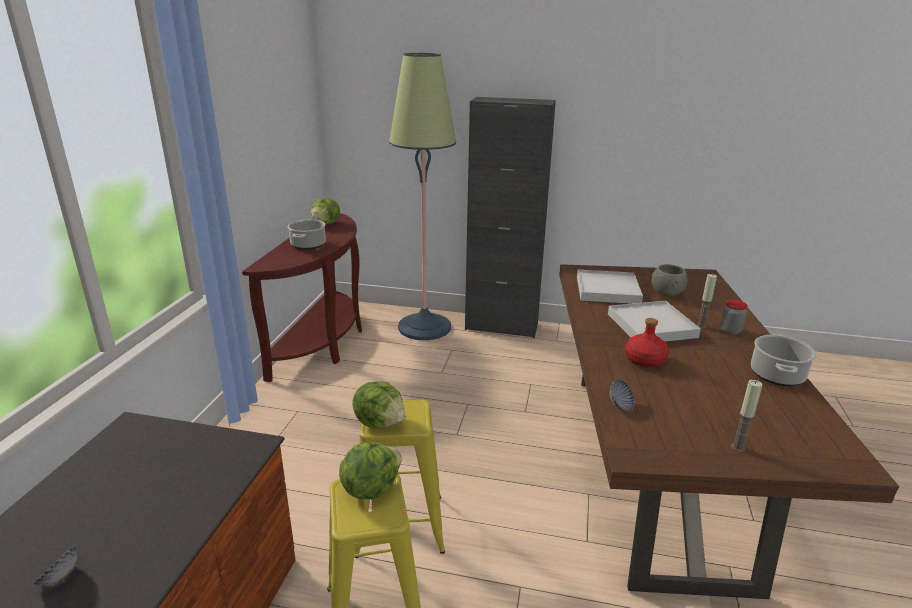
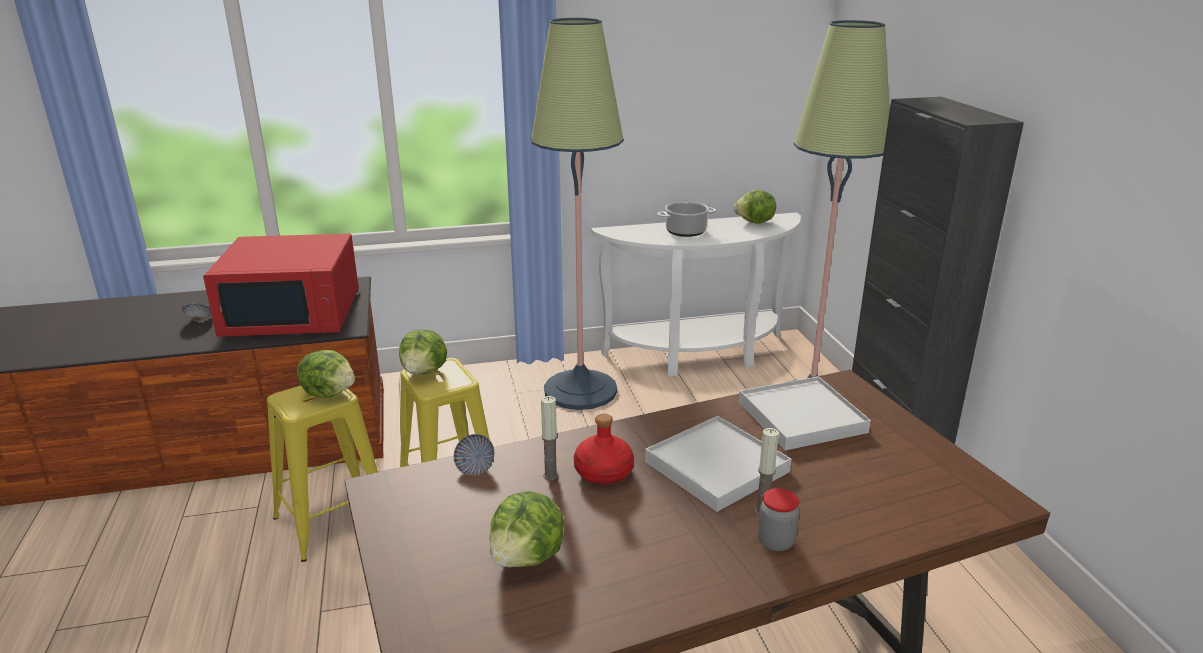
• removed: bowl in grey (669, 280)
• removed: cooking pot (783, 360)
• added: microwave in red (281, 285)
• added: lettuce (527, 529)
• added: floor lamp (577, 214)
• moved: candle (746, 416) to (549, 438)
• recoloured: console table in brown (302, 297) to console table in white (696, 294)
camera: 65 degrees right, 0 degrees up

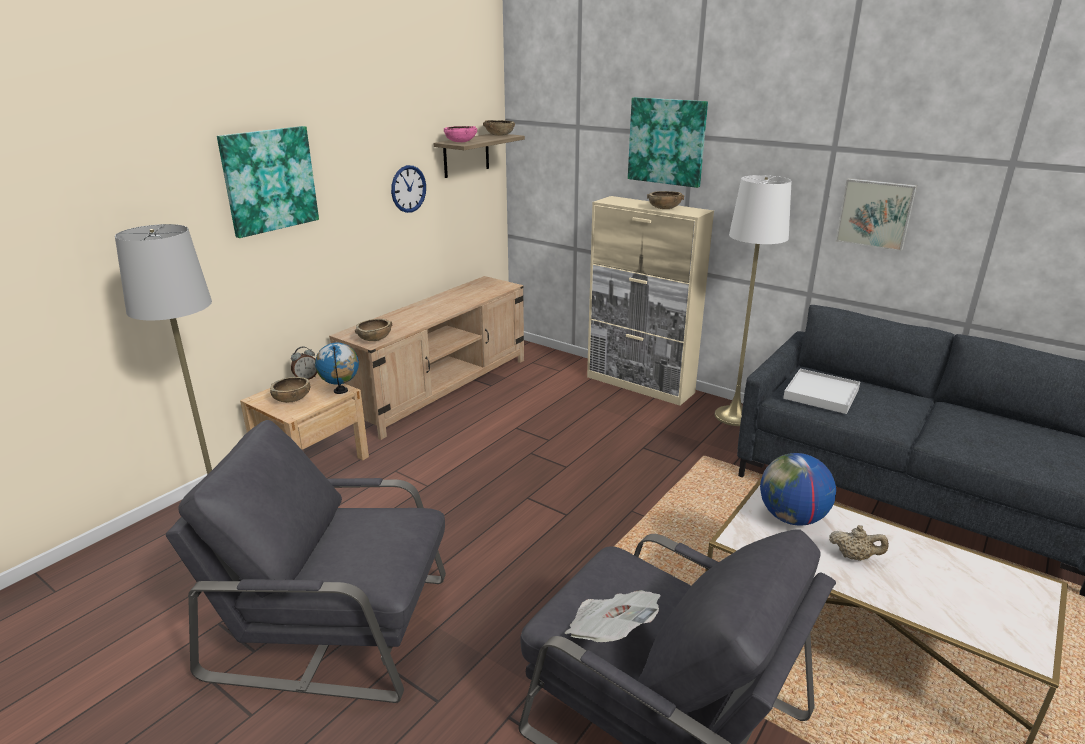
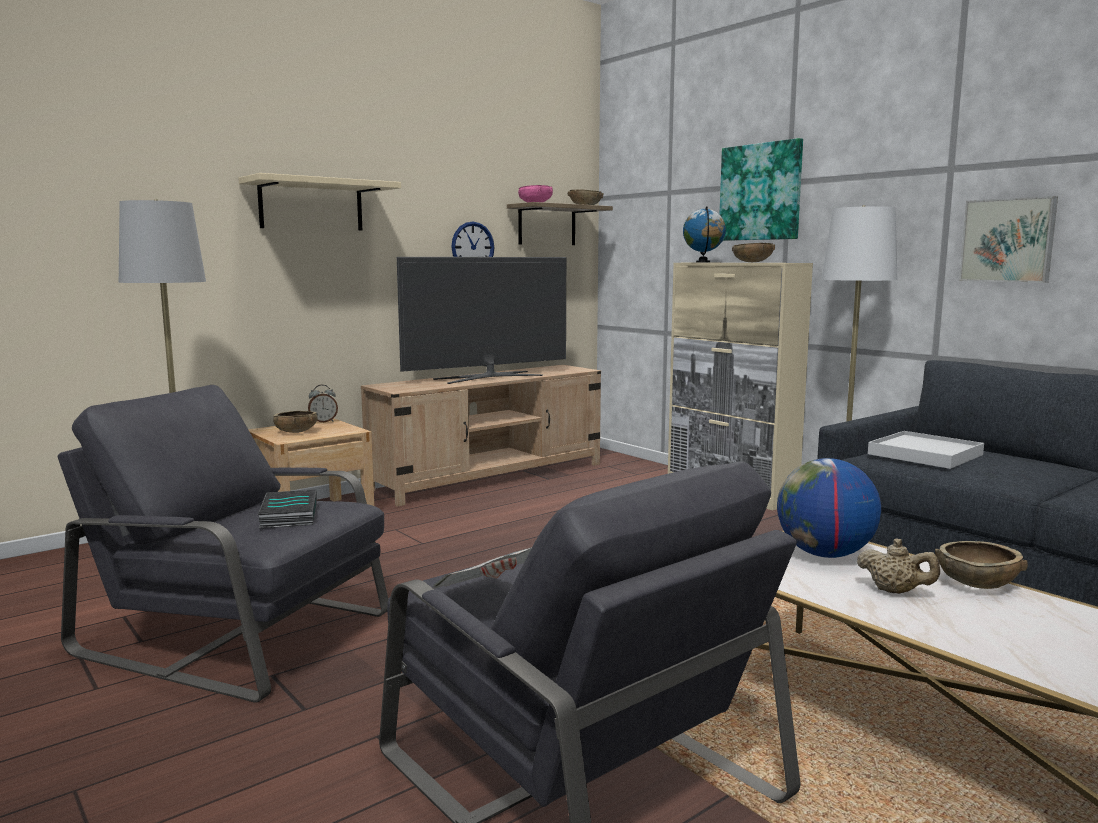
• added: book (287, 509)
• added: television (481, 320)
• moved: globe (337, 368) to (704, 234)
• moved: bowl in brown (374, 330) to (981, 565)
• replaced: picture (268, 182) to shelf in beige (320, 202)
camera: 15 degrees right, 15 degrees down

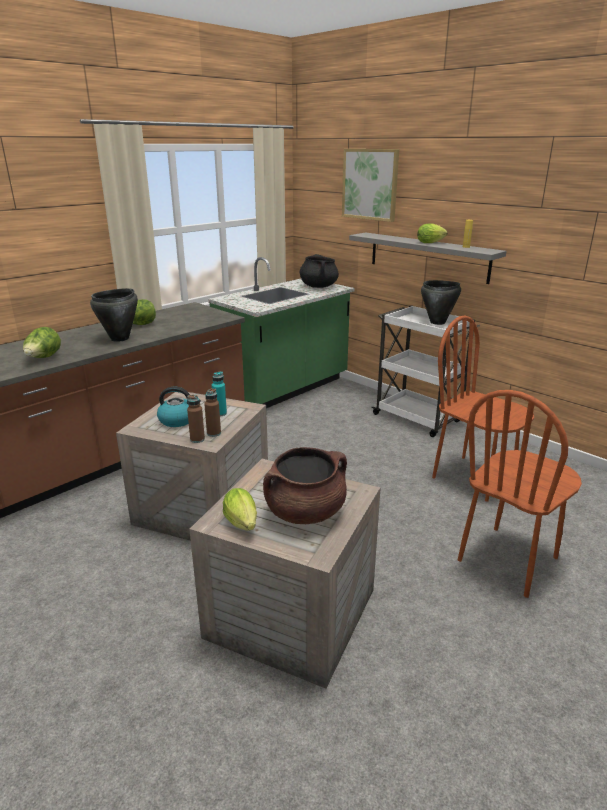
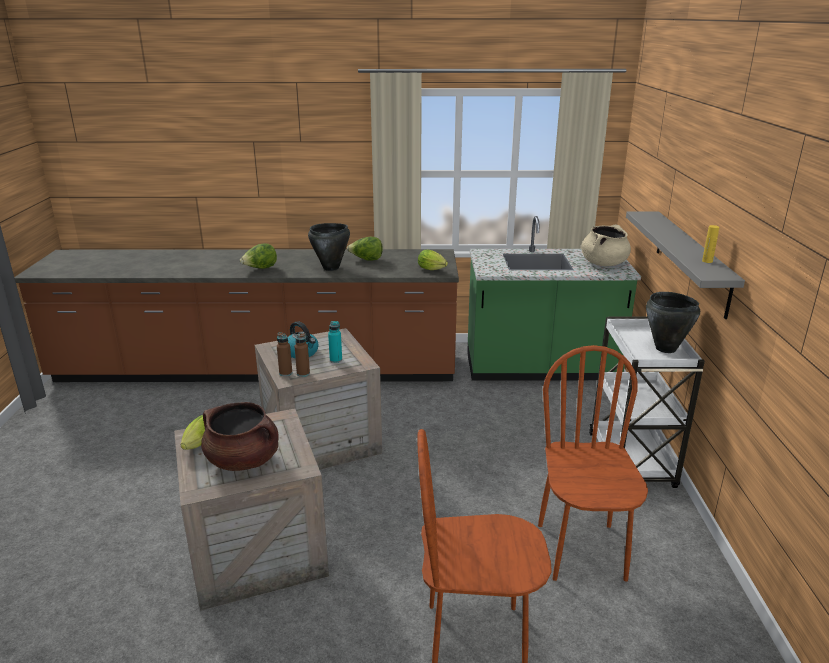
• removed: picture (370, 185)
• moved: lettuce (432, 233) to (433, 260)
• recoloured: cooking pot in black (319, 271) to cooking pot in beige (606, 245)
camera: 45 degrees right, 0 degrees up

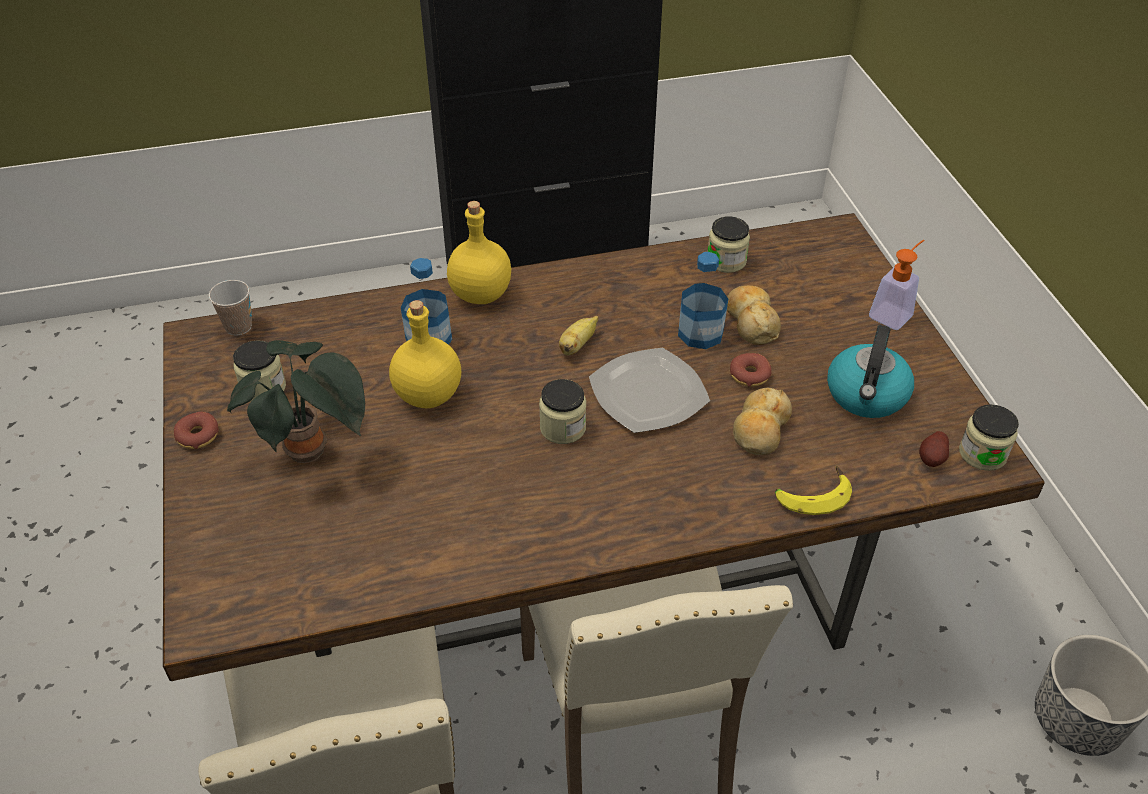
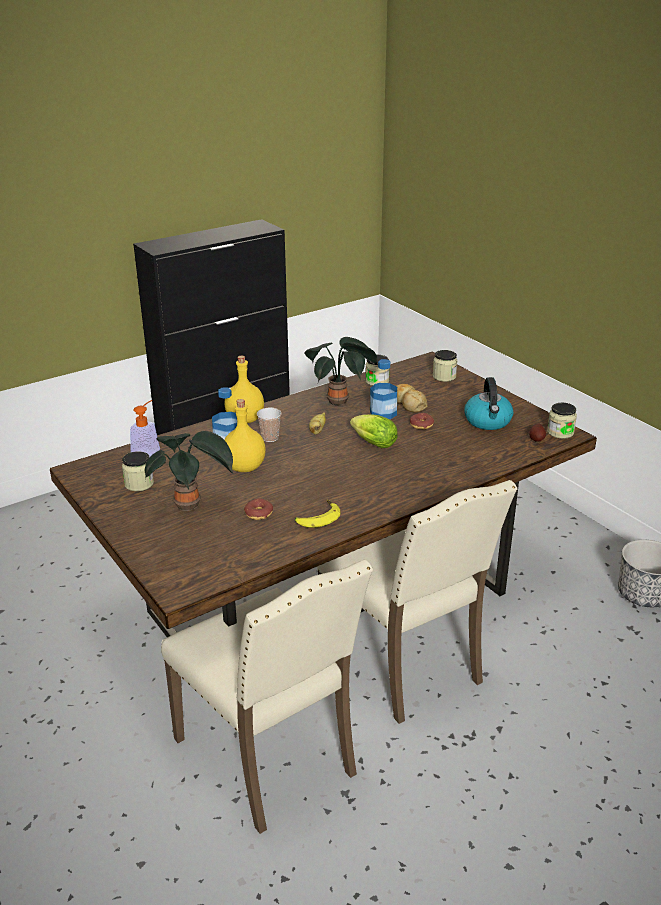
• removed: bread (762, 421)
• added: potted plant (341, 371)
• moved: donut (196, 430) to (258, 509)
• moved: cup (230, 307) to (269, 425)
• moved: jar (562, 411) to (445, 366)
• moved: banana (813, 490) to (317, 514)
• moved: soap dispenser (896, 285) to (145, 428)
• replaced: plate (649, 390) to lettuce (374, 431)
camera: 20 degrees left, 15 degrees down

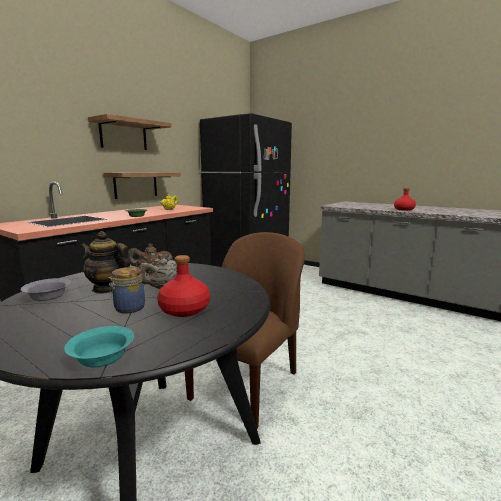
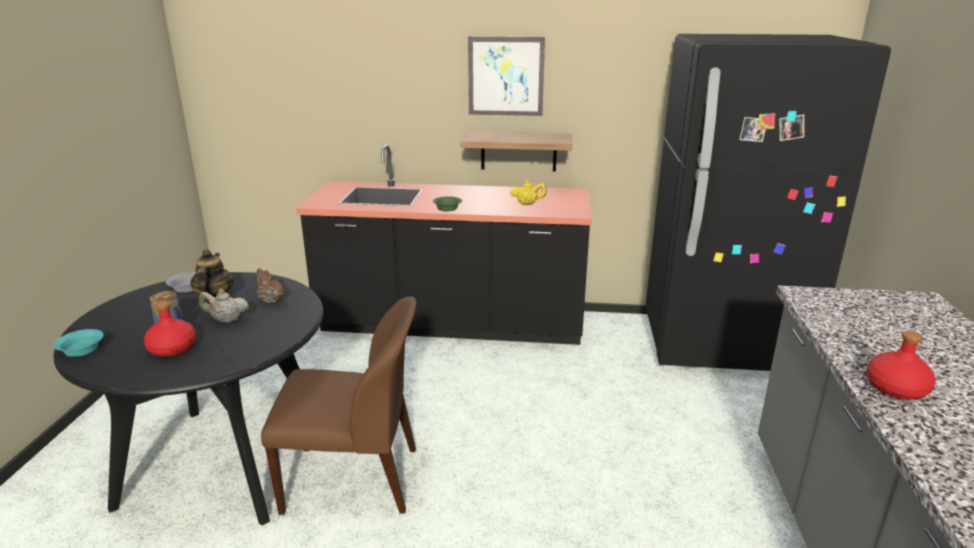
• replaced: shelf (130, 132) to picture (506, 76)
camera: 60 degrees right, 10 degrees up

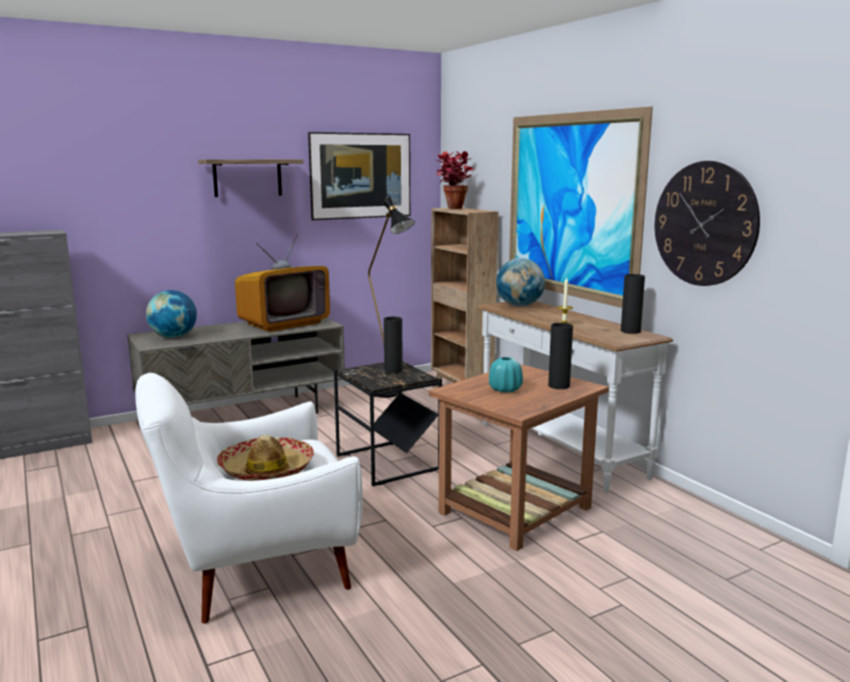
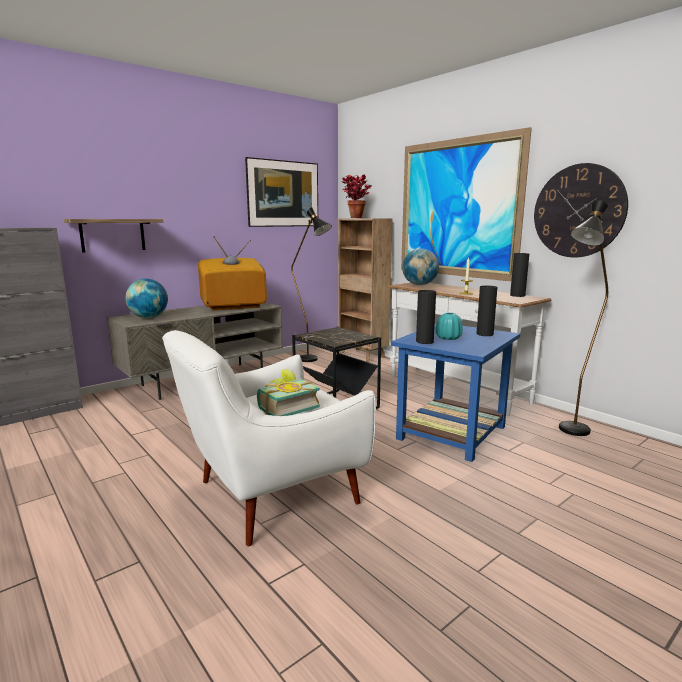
• added: floor lamp in black (583, 318)
• moved: shelf (250, 178) to (113, 236)
• moved: vase in black (393, 345) to (426, 317)
• replaced: hat (265, 458) to book (288, 392)
• recoloured: side table in brown (519, 457) to side table in blue (455, 393)
• turned: television (282, 283) = (232, 273) 150 degrees counterclockwise
camera: 10 degrees left, 0 degrees up

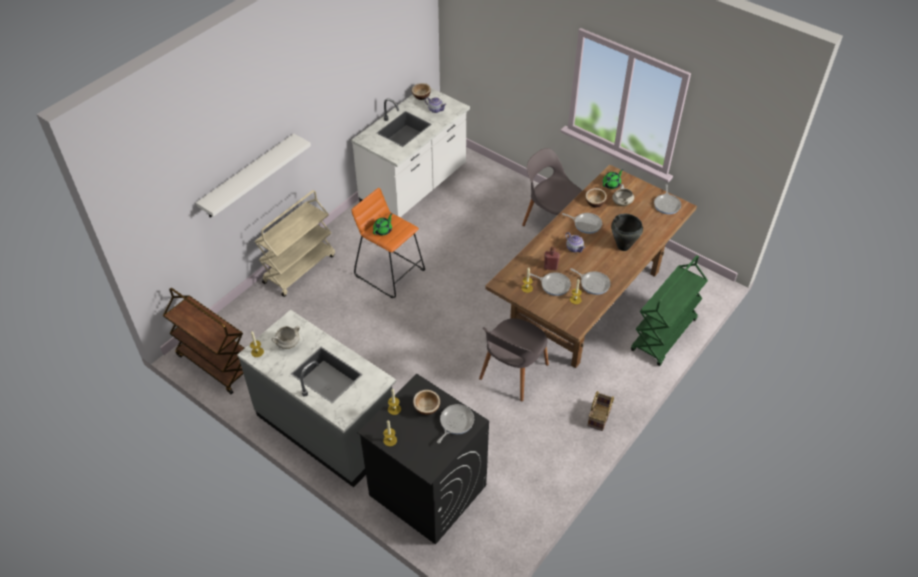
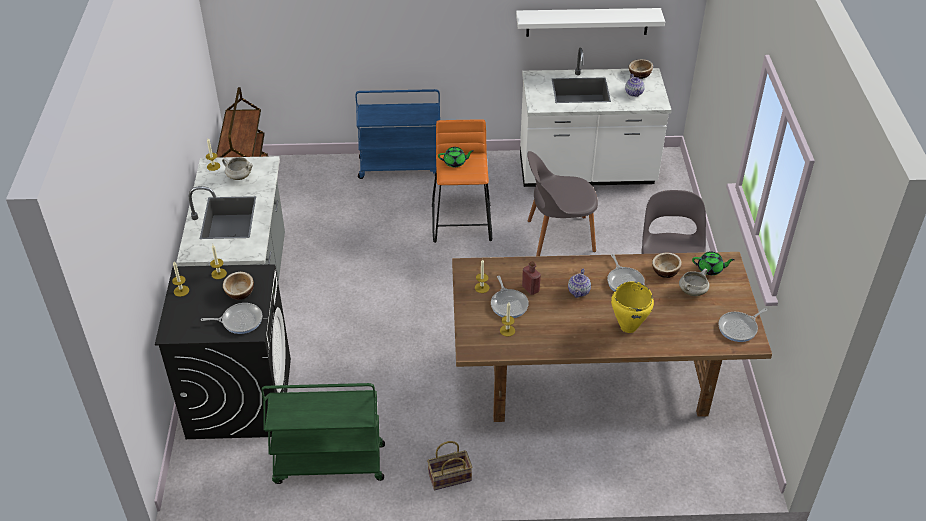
• removed: frying pan (590, 281)
• moved: shelf in white (253, 175) to (590, 22)
• moved: chair in grey (514, 359) to (562, 203)
• moved: cart in green (669, 310) to (323, 433)
• recoloured: cart in beige (295, 243) to cart in blue (398, 134)
• recoloured: cooking pot in black (627, 232) to cooking pot in yellow (632, 307)
camera: 50 degrees right, 5 degrees down

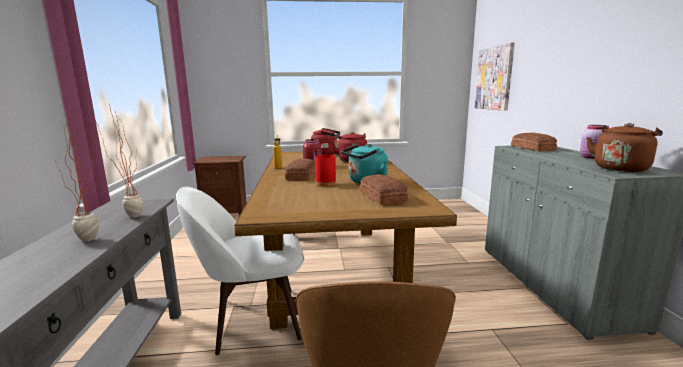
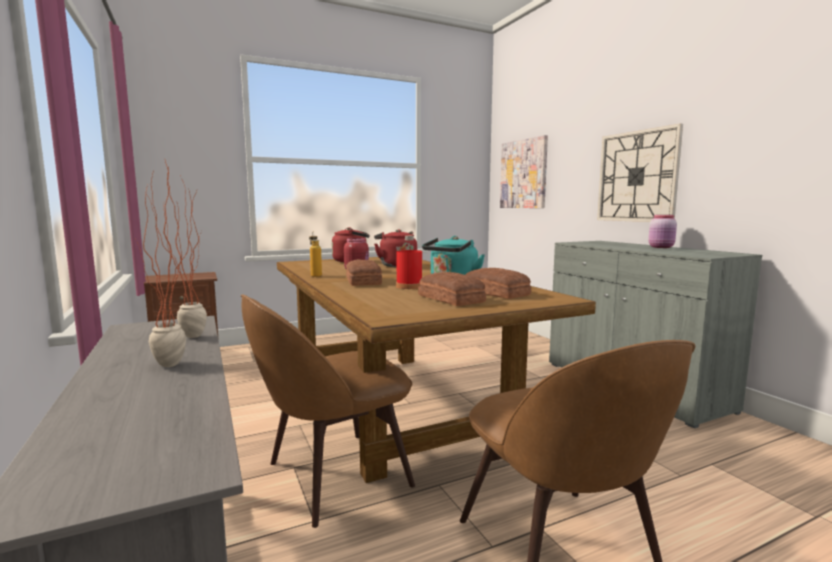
• removed: kettle in brown (624, 147)
• added: wall clock (640, 173)
• moved: bread (534, 142) to (452, 289)
• recoloured: chair in white (240, 271) to chair in brown (328, 411)
camera: 20 degrees left, 5 degrees down

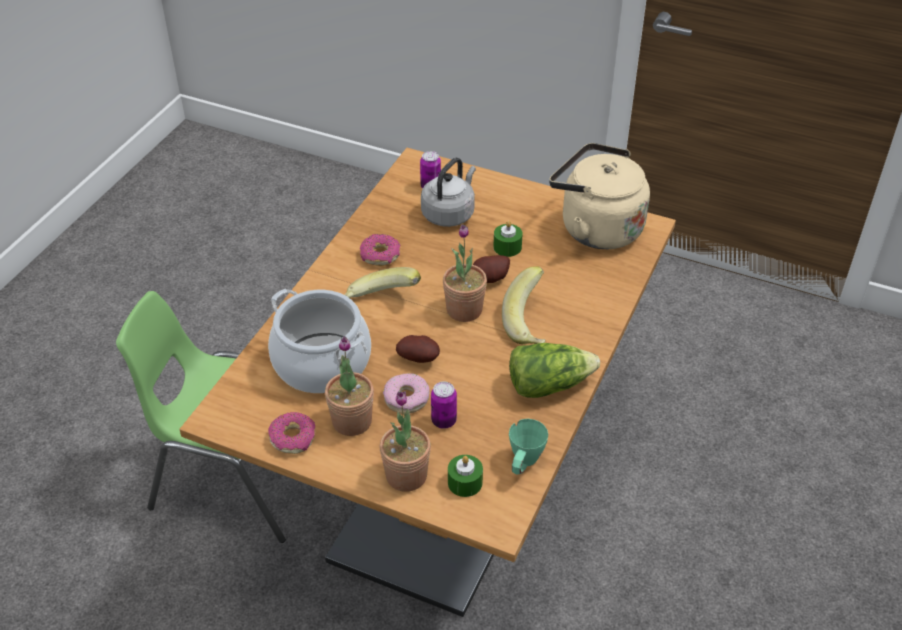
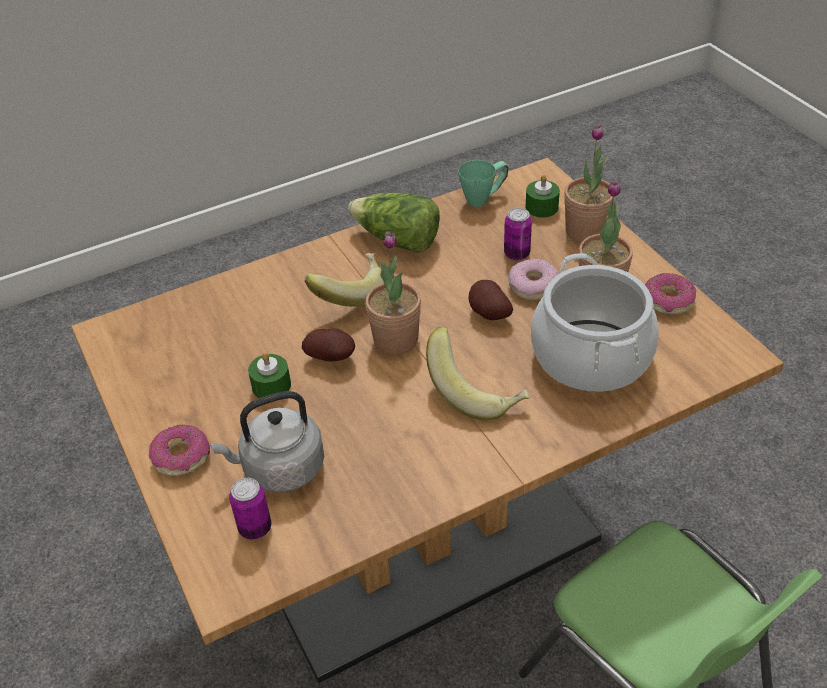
• removed: kettle in beige (599, 196)
• moved: donut (380, 250) to (179, 450)
camera: 140 degrees left, 0 degrees up

